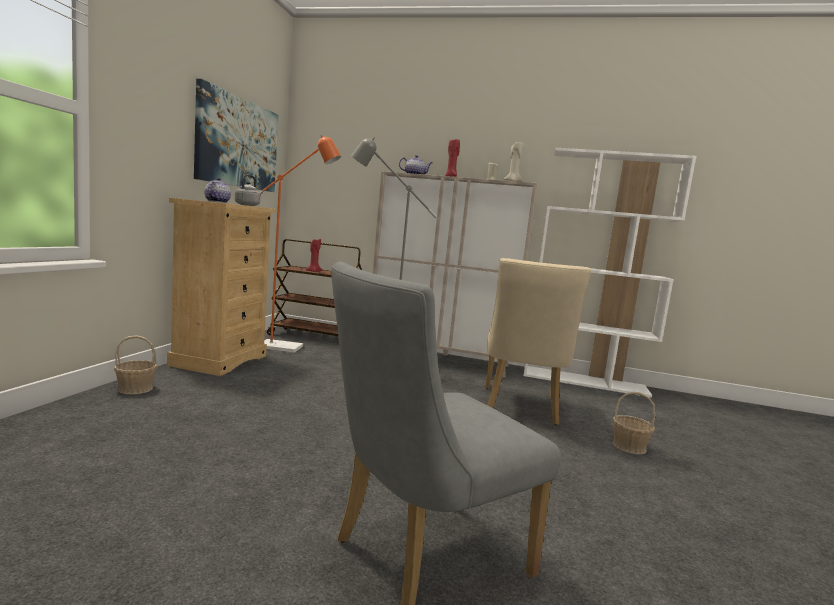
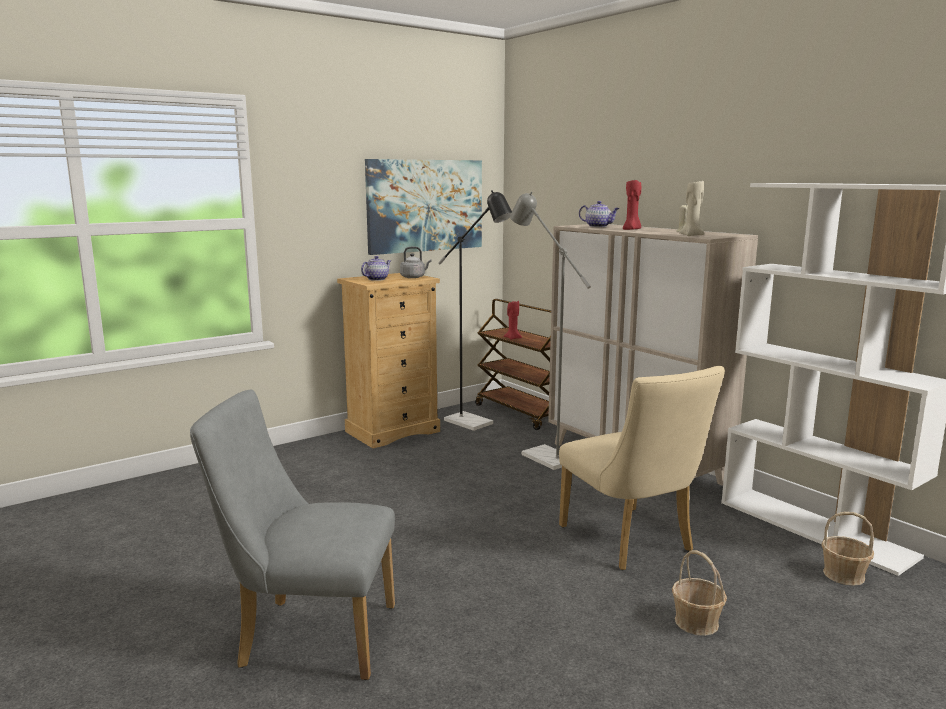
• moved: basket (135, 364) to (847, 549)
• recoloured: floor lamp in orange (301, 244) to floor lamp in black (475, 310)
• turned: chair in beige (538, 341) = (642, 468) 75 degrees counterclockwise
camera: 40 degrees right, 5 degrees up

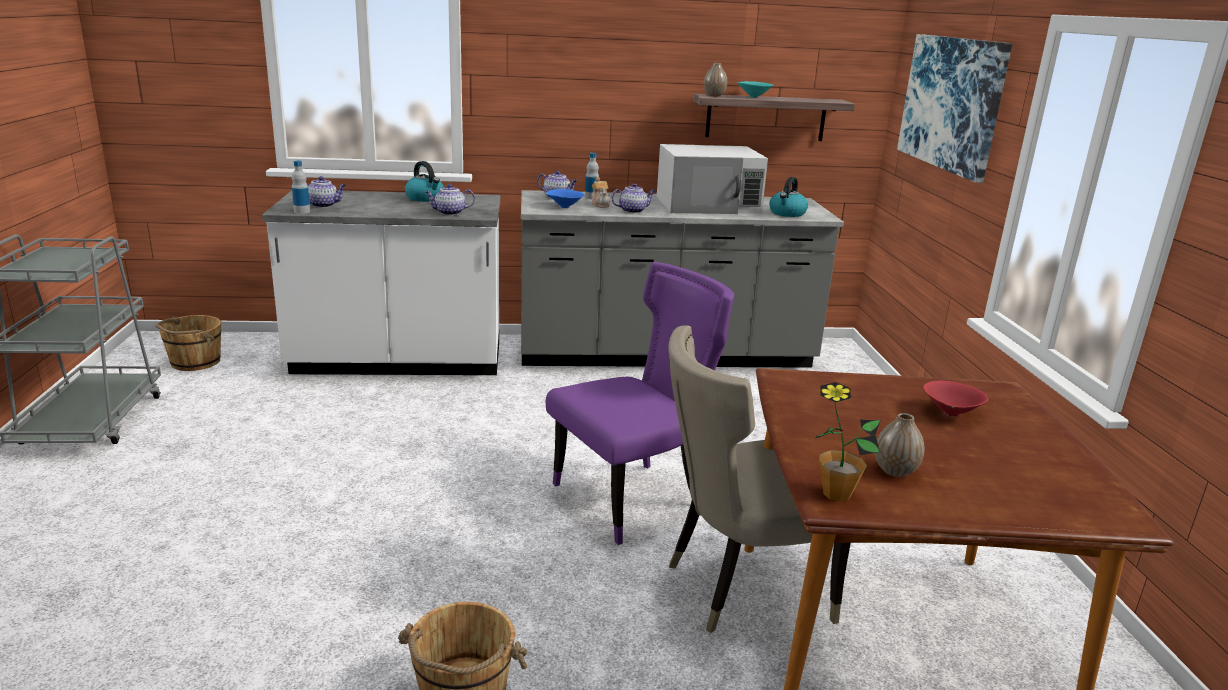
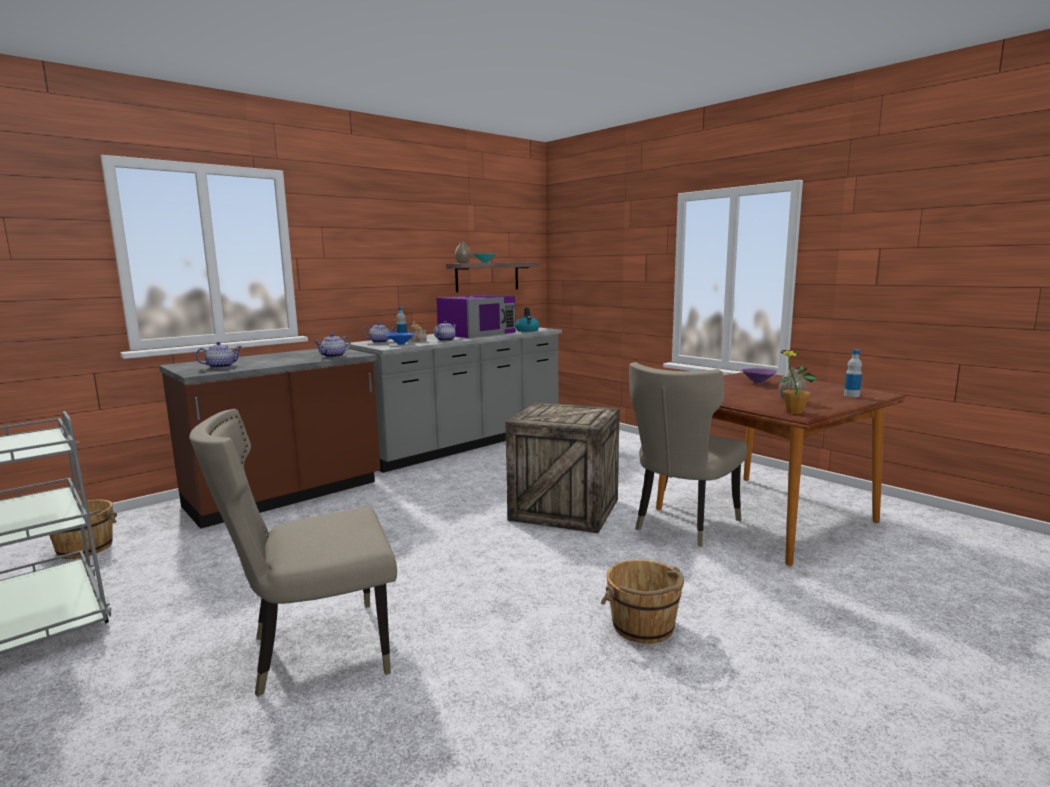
• removed: kettle (424, 181)
• removed: picture (954, 108)
• added: chair in beige (293, 553)
• moved: bottle (301, 187) to (853, 373)
• replaced: chair in purple (640, 403) to crate (562, 467)
• recoloured: counter in white (381, 282) to counter in brown (269, 439)
• recoloured: microwave in white (712, 179) to microwave in purple (476, 316)
• recoloured: bowl in red (955, 399) to bowl in purple (759, 376)
camera: 35 degrees left, 10 degrees down

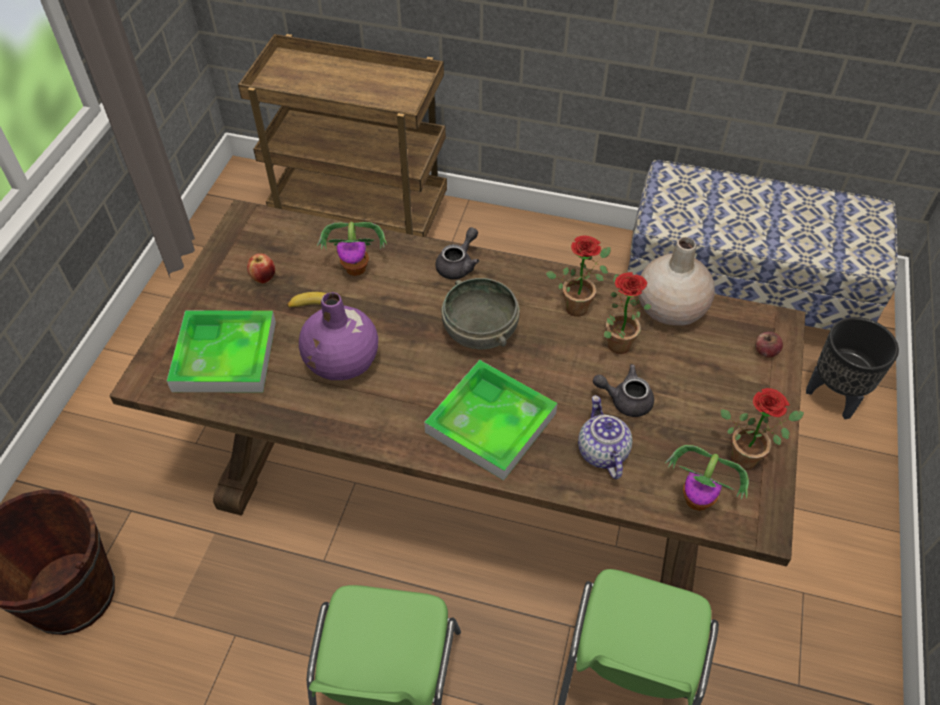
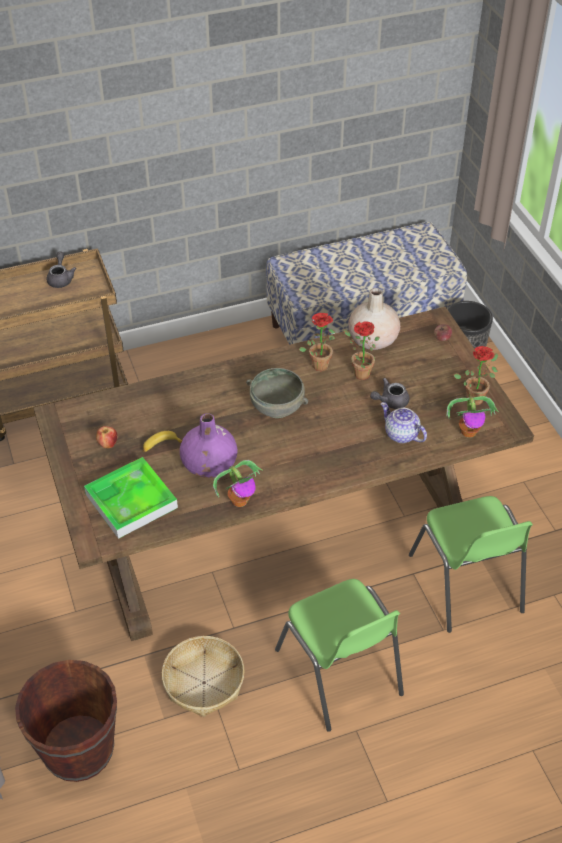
• removed: tray (490, 420)
• added: basket (203, 676)
• moved: potted plant (352, 249) to (237, 483)
• moved: teapot in grey (457, 253) to (61, 269)
camera: 35 degrees left, 5 degrees down

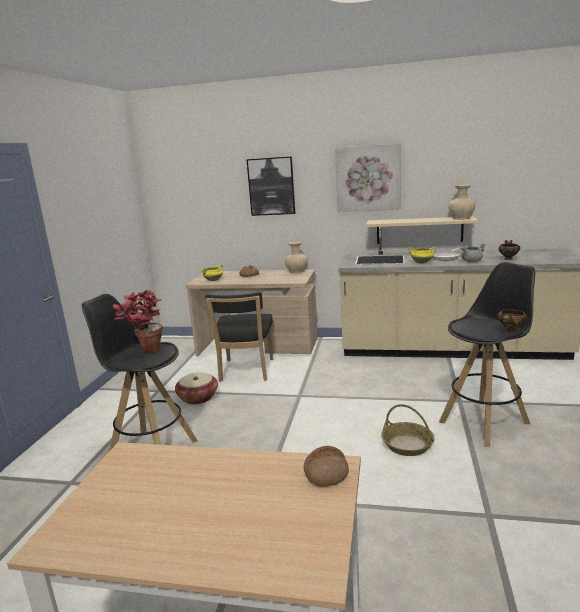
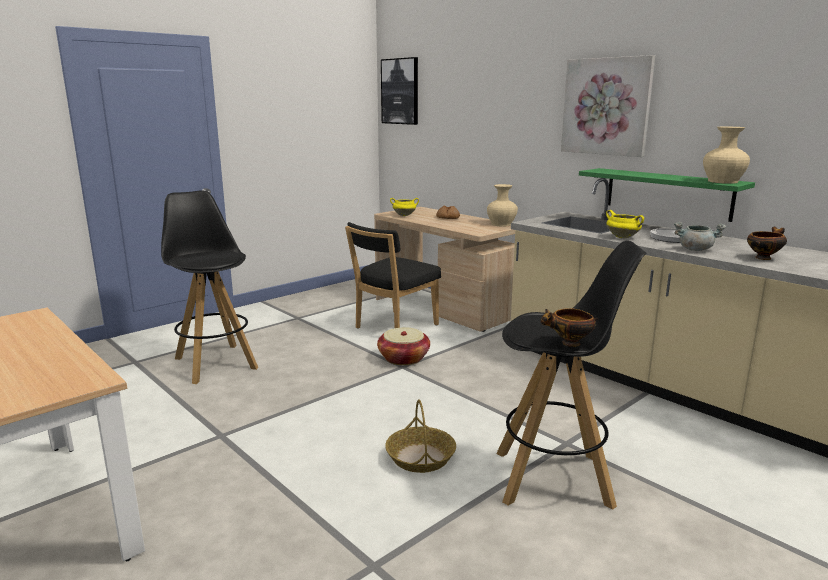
• removed: potted plant (138, 321)
• removed: bread (326, 466)
• moved: basket (196, 388) to (403, 346)
• moved: picture (271, 186) to (399, 91)
• recoloured: shelf in beige (422, 230) to shelf in green (667, 195)
camera: 35 degrees right, 0 degrees up

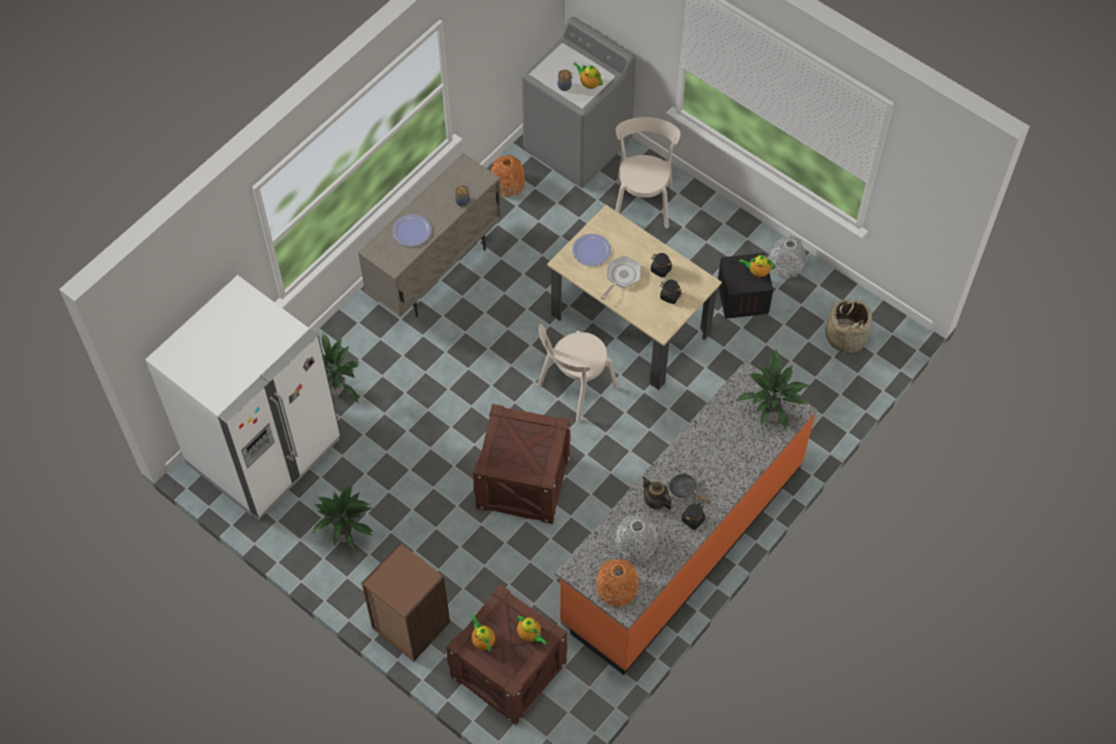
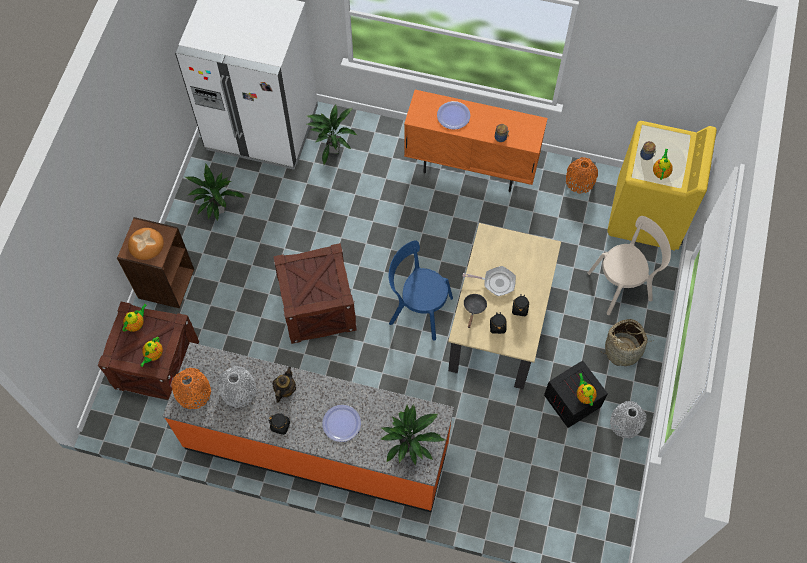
• added: bread (146, 244)
• moved: plate (591, 250) to (341, 423)
• moved: frying pan in black (690, 489) to (475, 311)
• moved: basket (849, 326) to (628, 342)
• recoloured: cabinet in beige (430, 235) to cabinet in orange (476, 141)
• recoloured: washing machine in grey (578, 102) to washing machine in yellow (662, 186)
• recoloured: chair in beige (577, 373) to chair in blue (421, 290)
camera: 65 degrees right, 5 degrees up

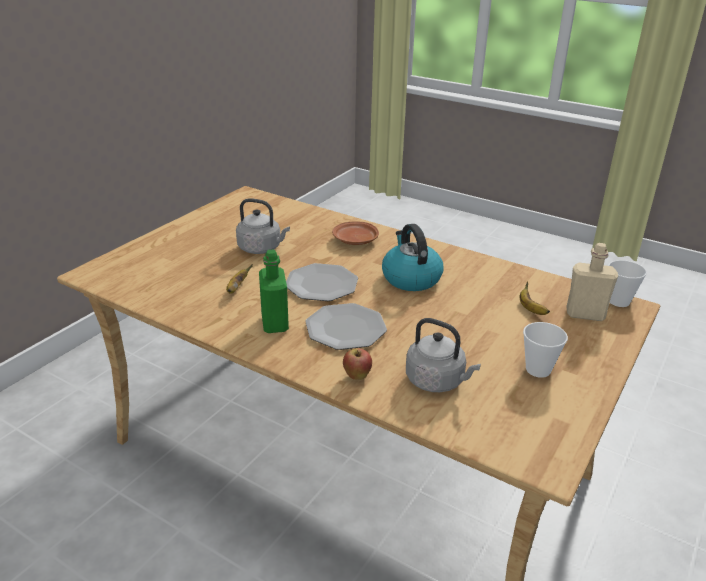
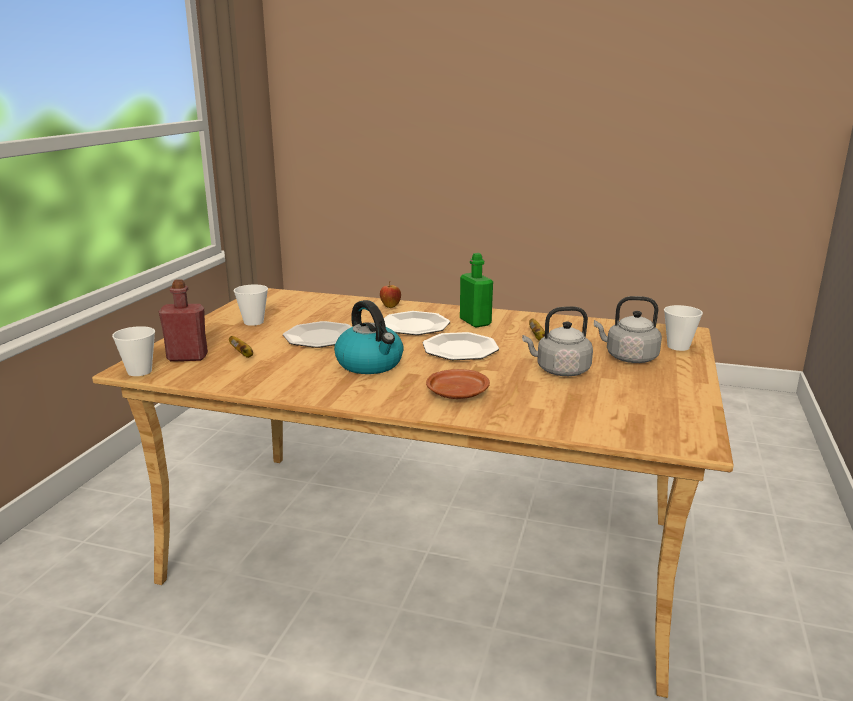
• added: plate (317, 334)
• added: cup (683, 328)
• moved: kettle in grey (443, 355) to (628, 329)
• recoloured: bottle in beige (592, 282) to bottle in red (183, 320)
camera: 165 degrees right, 10 degrees down

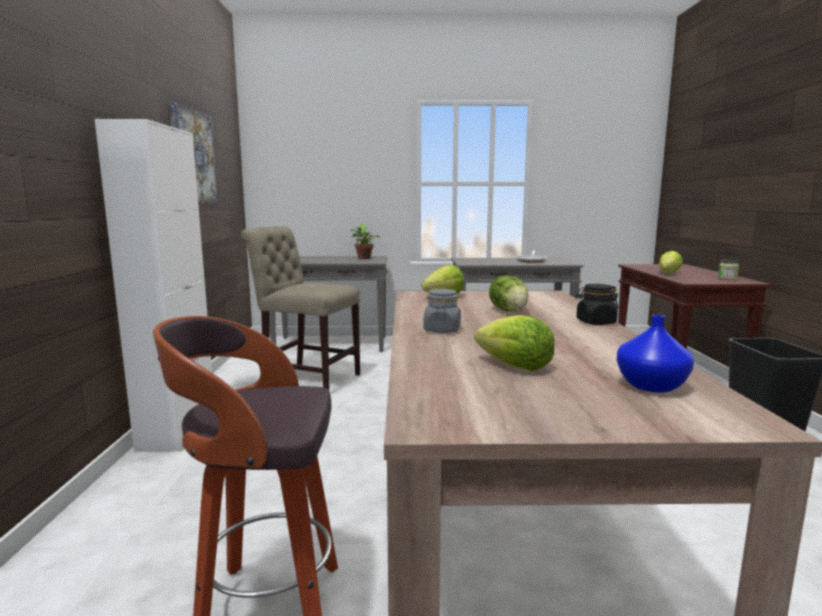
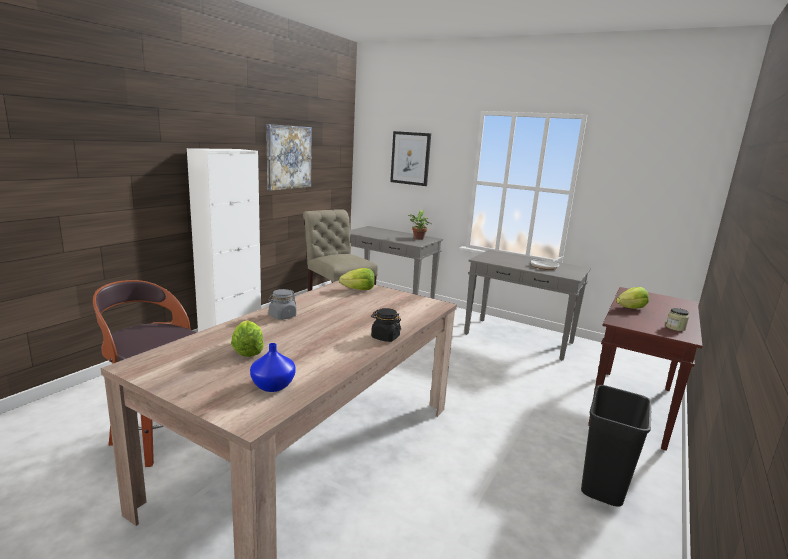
• removed: lettuce (508, 293)
• added: picture (410, 158)
camera: 30 degrees right, 5 degrees up

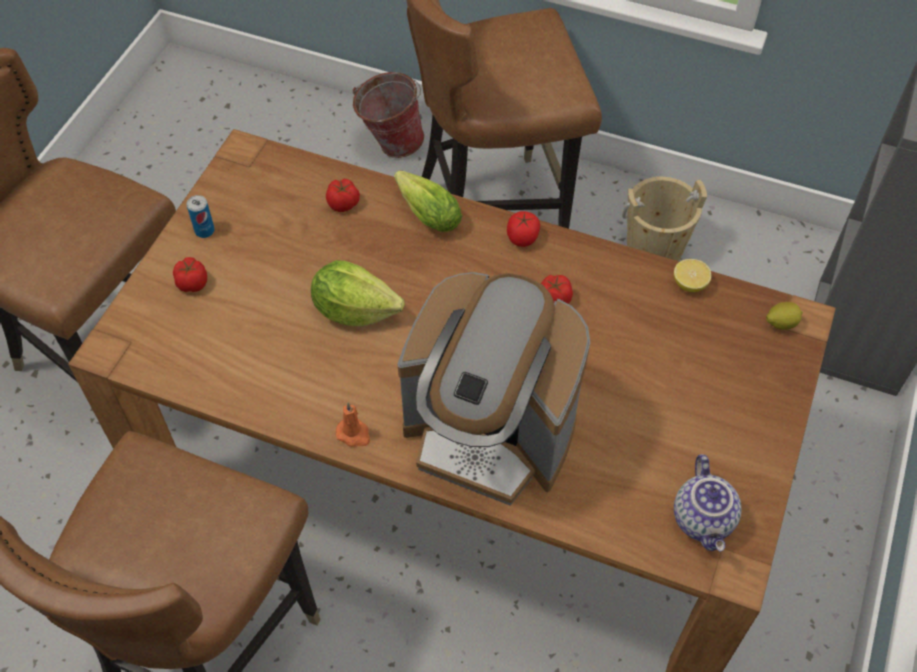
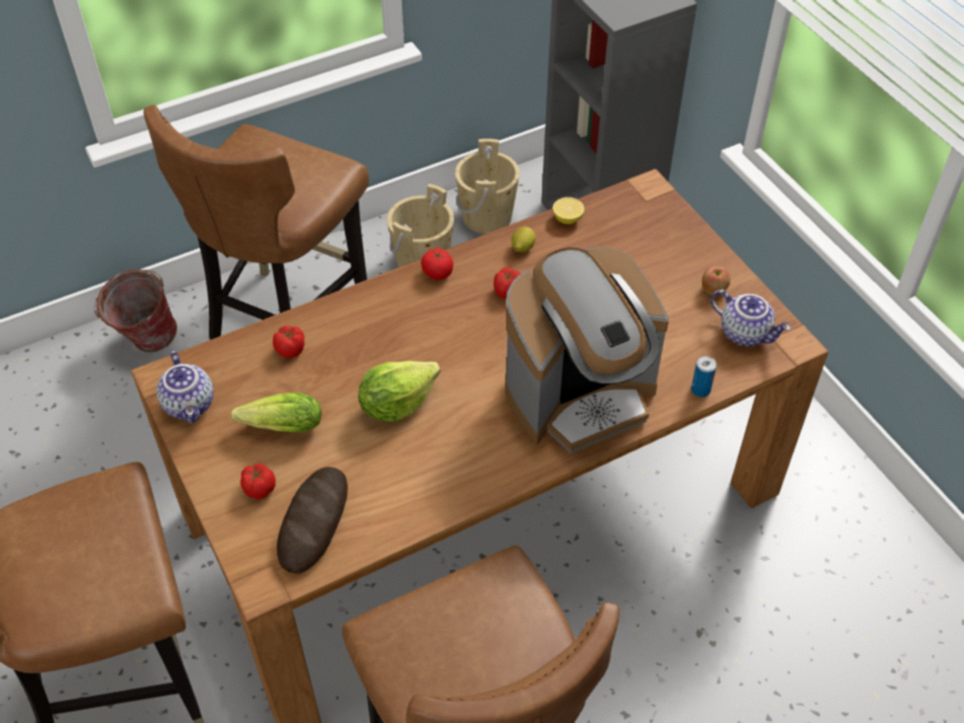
• removed: candle in orange (353, 425)
• added: teapot (185, 386)
• added: bread (312, 520)
• added: bucket in beige (487, 186)
• added: apple (716, 280)
• moved: can (201, 216) to (704, 376)
• moved: lettuce (428, 201) to (276, 412)
• moved: lemon (784, 316) to (523, 239)
camera: 50 degrees left, 5 degrees down

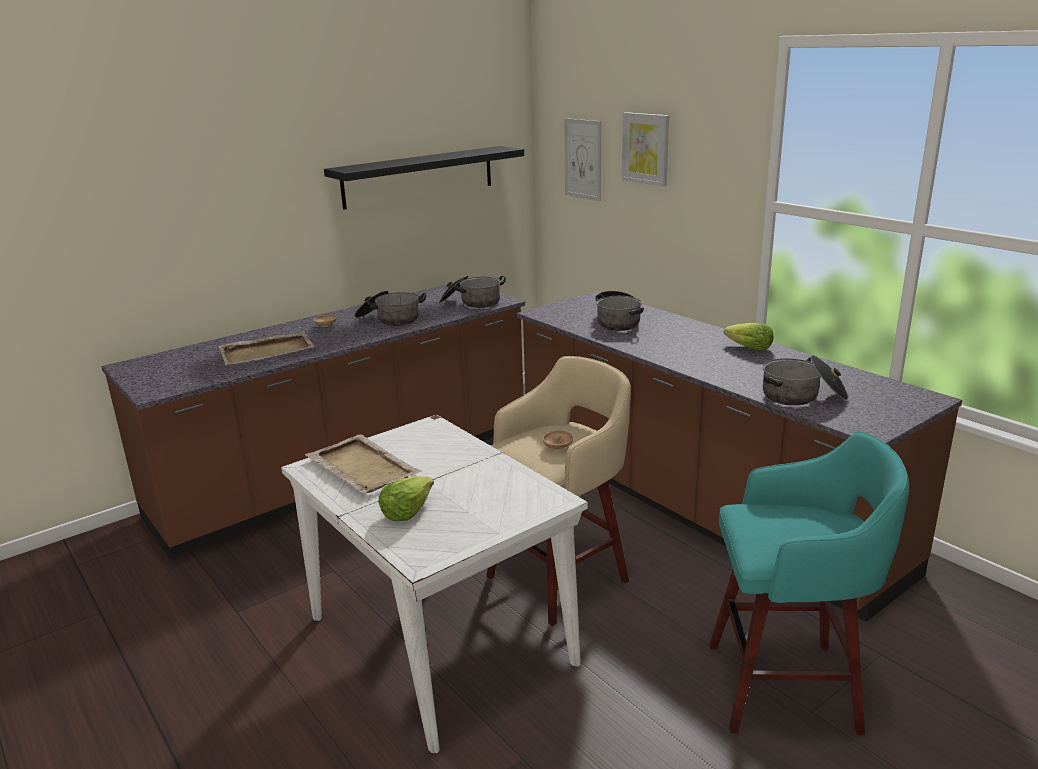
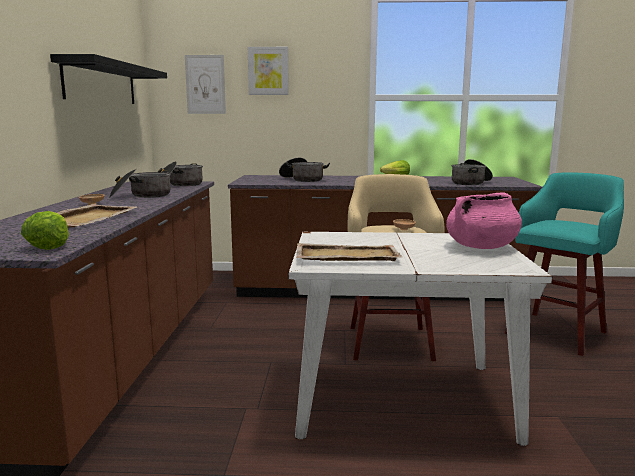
• added: cooking pot in pink (484, 221)
• moved: lettuce (406, 498) to (45, 230)
camera: 50 degrees left, 10 degrees down

